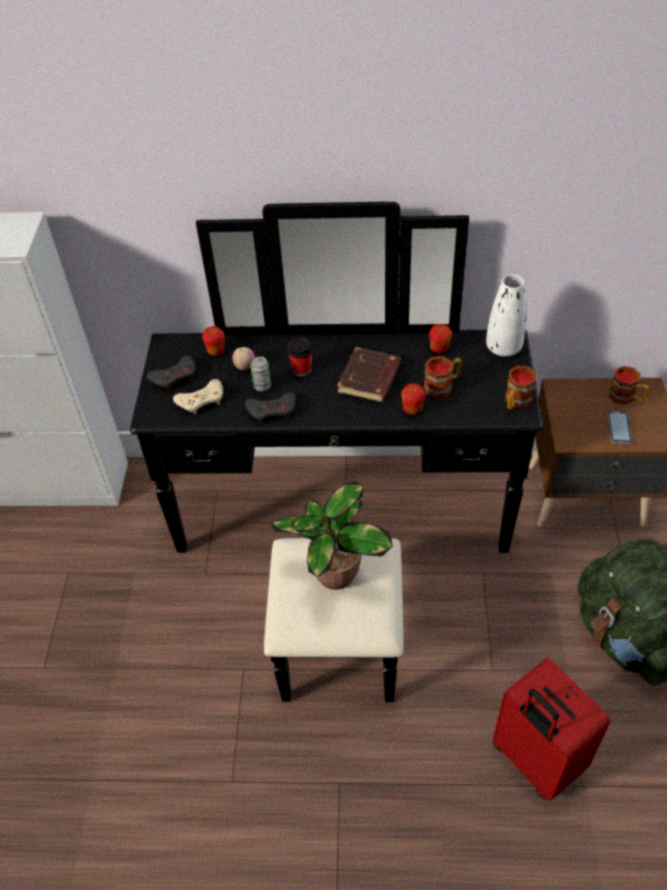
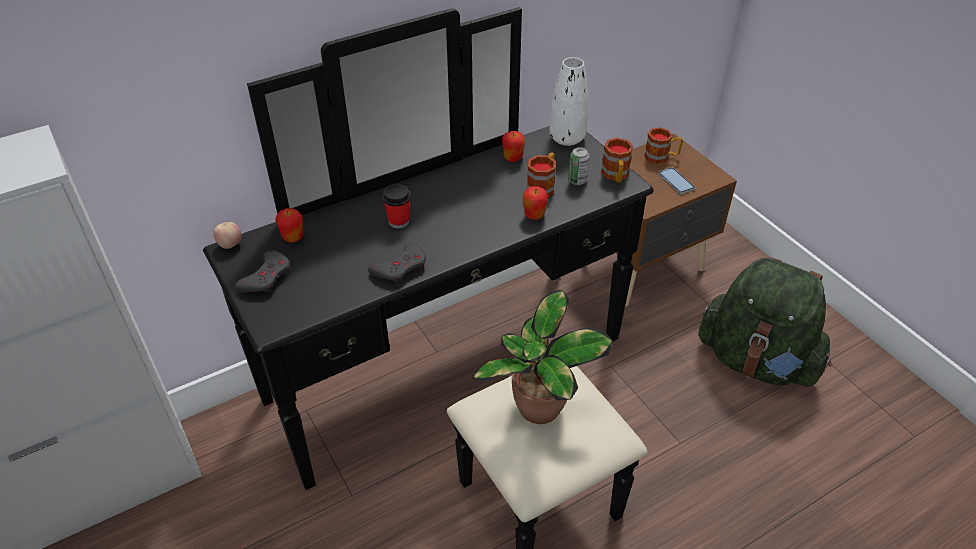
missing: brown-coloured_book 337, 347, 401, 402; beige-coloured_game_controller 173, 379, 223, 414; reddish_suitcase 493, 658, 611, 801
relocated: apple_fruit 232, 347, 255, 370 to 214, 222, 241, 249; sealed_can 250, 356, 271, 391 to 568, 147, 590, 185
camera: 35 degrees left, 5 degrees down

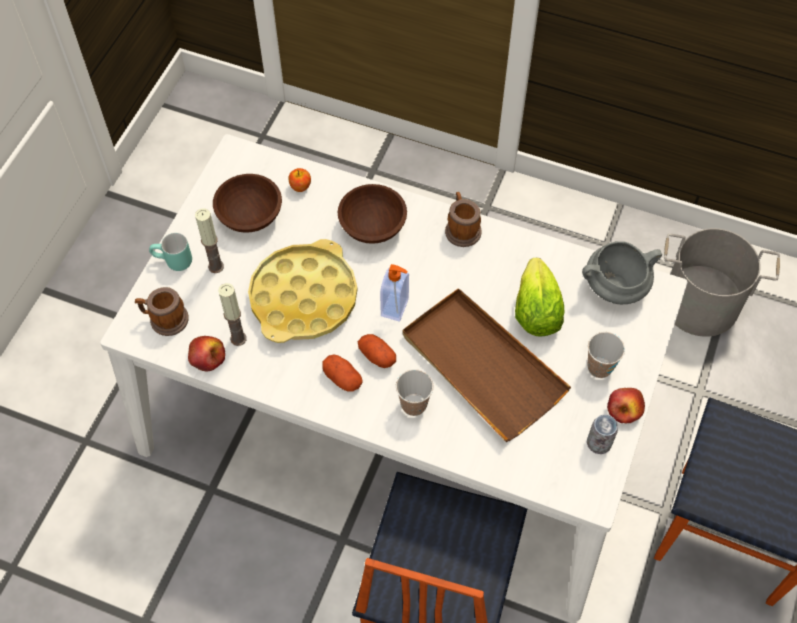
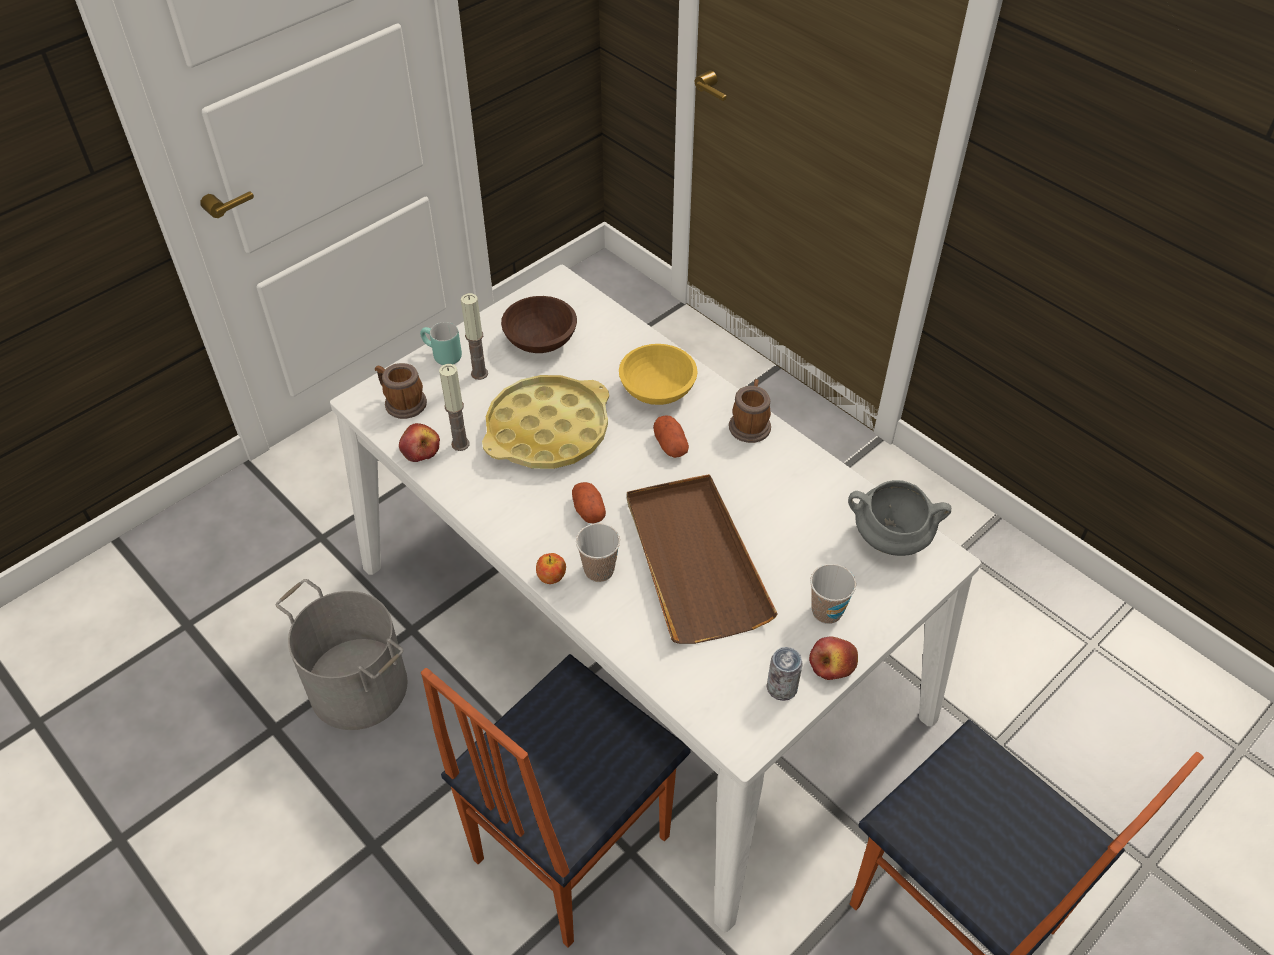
missing: lettuce_head 515, 258, 564, 336; soap_bottle 380, 264, 409, 322
relocated: apple_fruit 288, 168, 311, 192 to 536, 553, 566, 584; greyish_pail 664, 228, 780, 337 to 275, 579, 408, 730; potato 323, 354, 363, 392 to 653, 415, 689, 458
colour: brown-coloured_serving_bowl 338, 184, 407, 244 to yellowish_serving_bowl 619, 344, 698, 405
camera: 25 degrees right, 10 degrees down

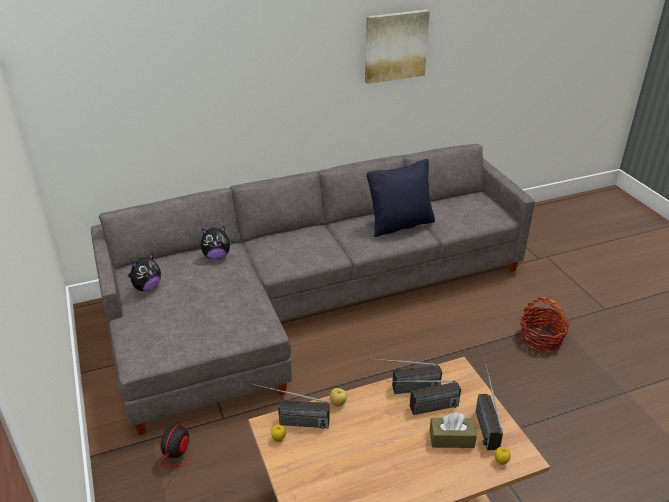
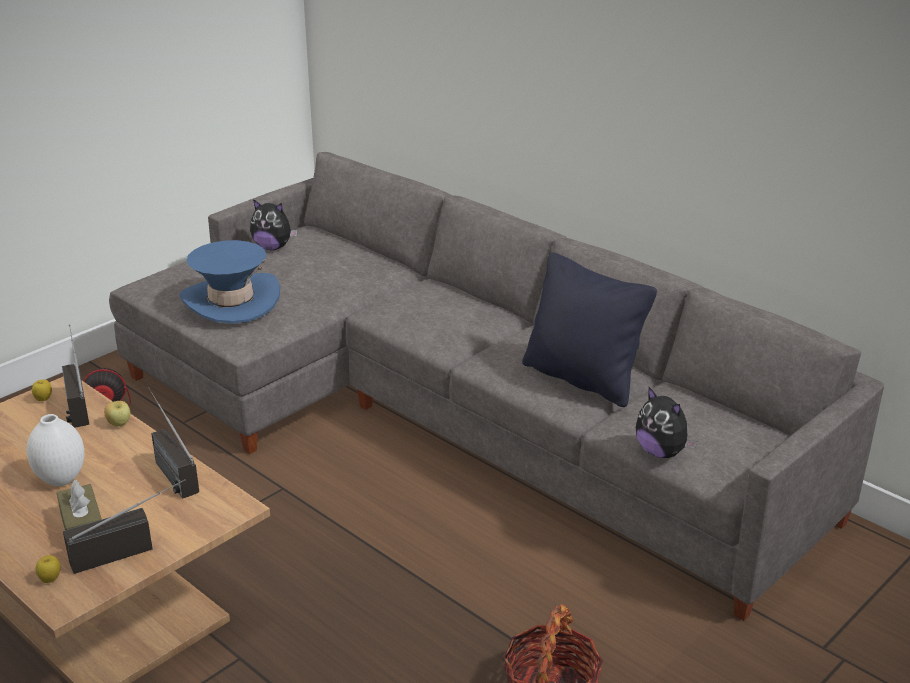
missing: wall_art 365, 10, 430, 84; radio 387, 380, 461, 415
appeared: blue-coloured_clothing_hat 180, 240, 280, 324; white_decorative_vase 26, 414, 85, 486
relocated: cuddly_toy 201, 226, 232, 260 to 636, 387, 697, 458
camera: 65 degrees right, 5 degrees down

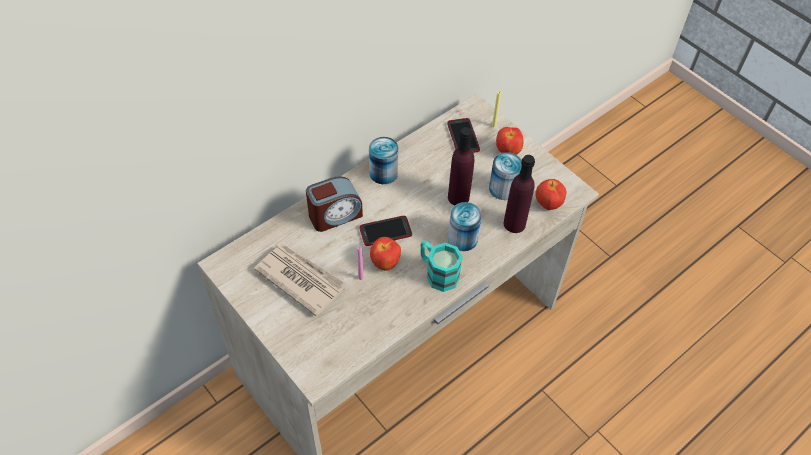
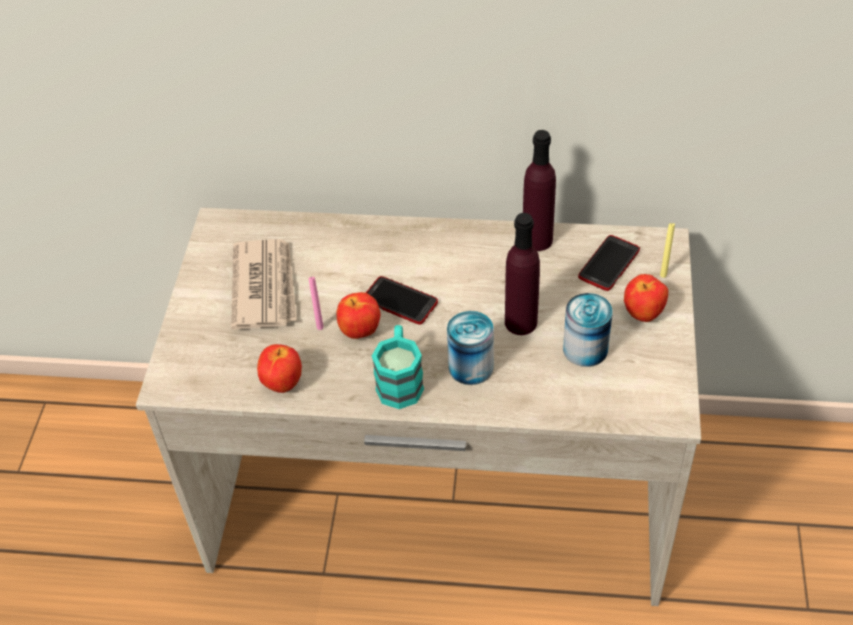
missing: sealed_can 369, 137, 399, 184; table_clock 306, 176, 363, 232
relocated: purplish_bottle 504, 155, 535, 233 to 523, 130, 556, 251; apple_fruit 535, 179, 566, 210 to 257, 344, 302, 393
camera: 50 degrees right, 5 degrees down

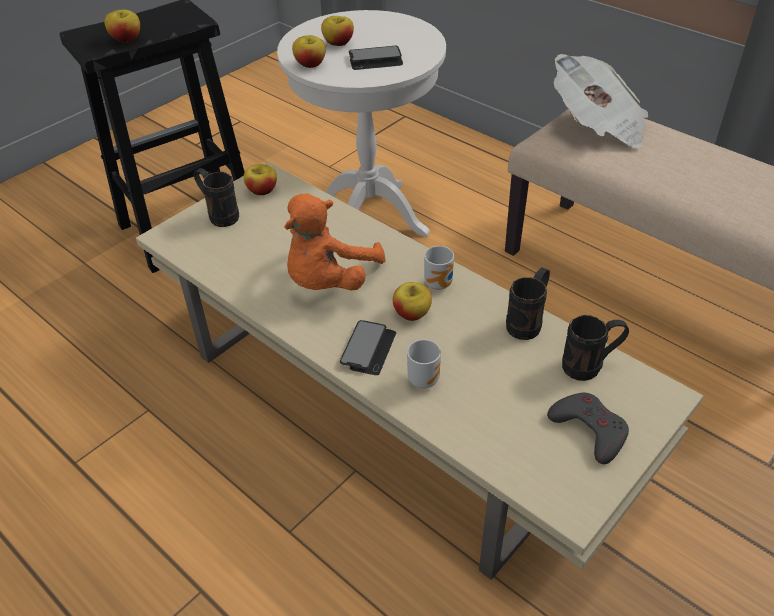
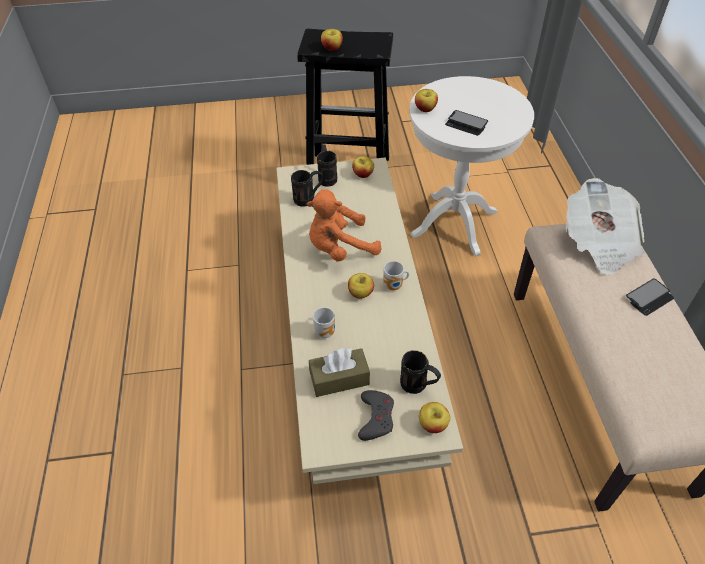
appeared: brown-coloured_box_of_tissues 309, 348, 370, 397
relocated: apple_fruit 321, 16, 354, 46 to 419, 402, 450, 433; blackish_mug 506, 268, 550, 340 to 291, 170, 324, 207; handset 339, 320, 396, 375 to 626, 279, 674, 316
camera: 40 degrees right, 5 degrees up

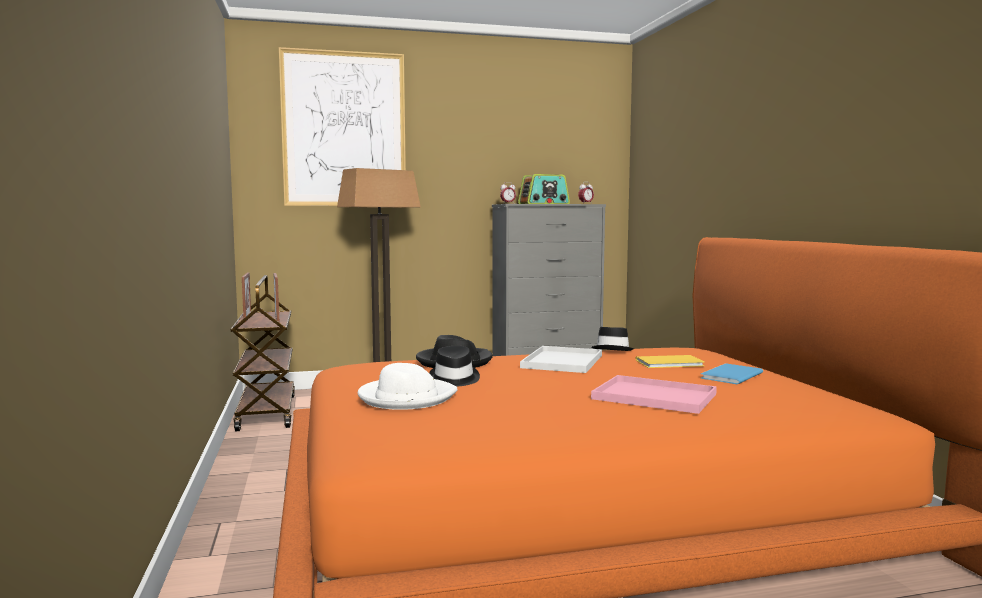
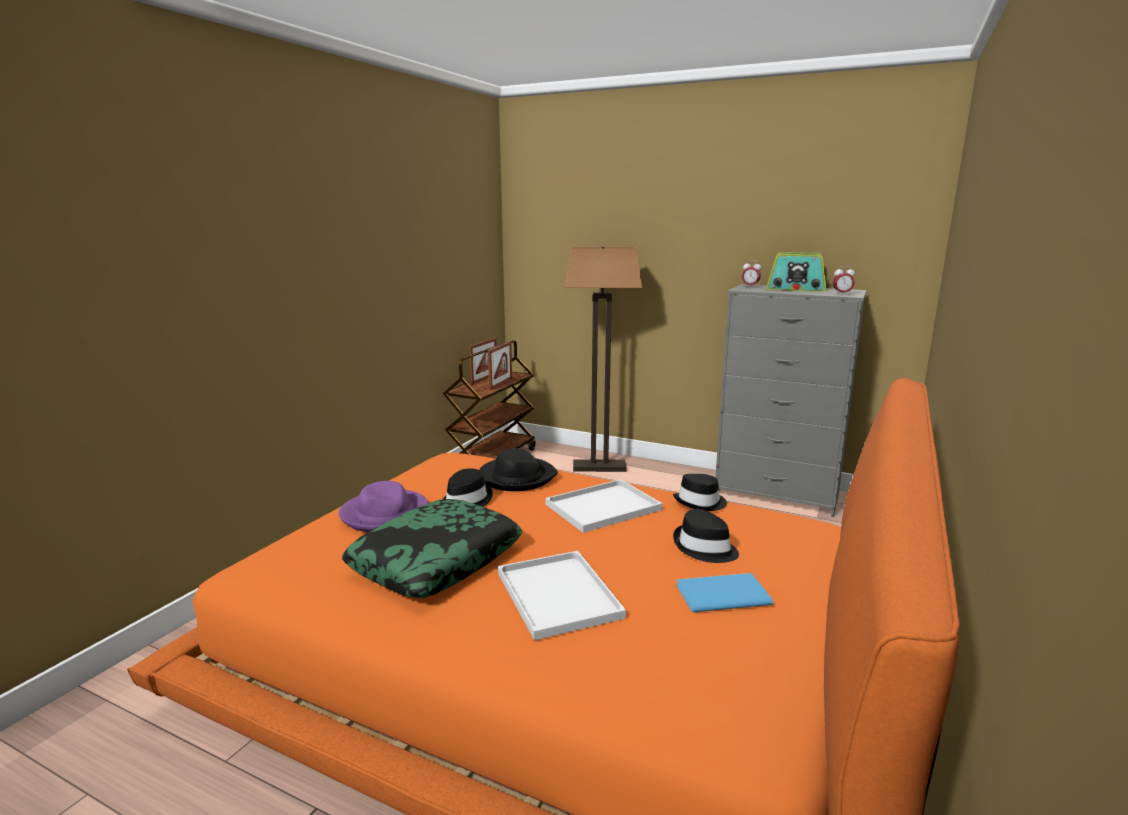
missing: wall_art 279, 47, 406, 206
appeared: cushion 342, 499, 522, 598
exchanged: yellowish_book 636, 355, 705, 368 to blackish_clothing_hat 673, 509, 739, 563
colour: white_clothing_hat 358, 363, 458, 410 to purplish_clothing_hat 339, 481, 428, 532; pink-coloured_tray 591, 375, 717, 414 to white_tray 498, 551, 626, 640
camera: 40 degrees right, 10 degrees up

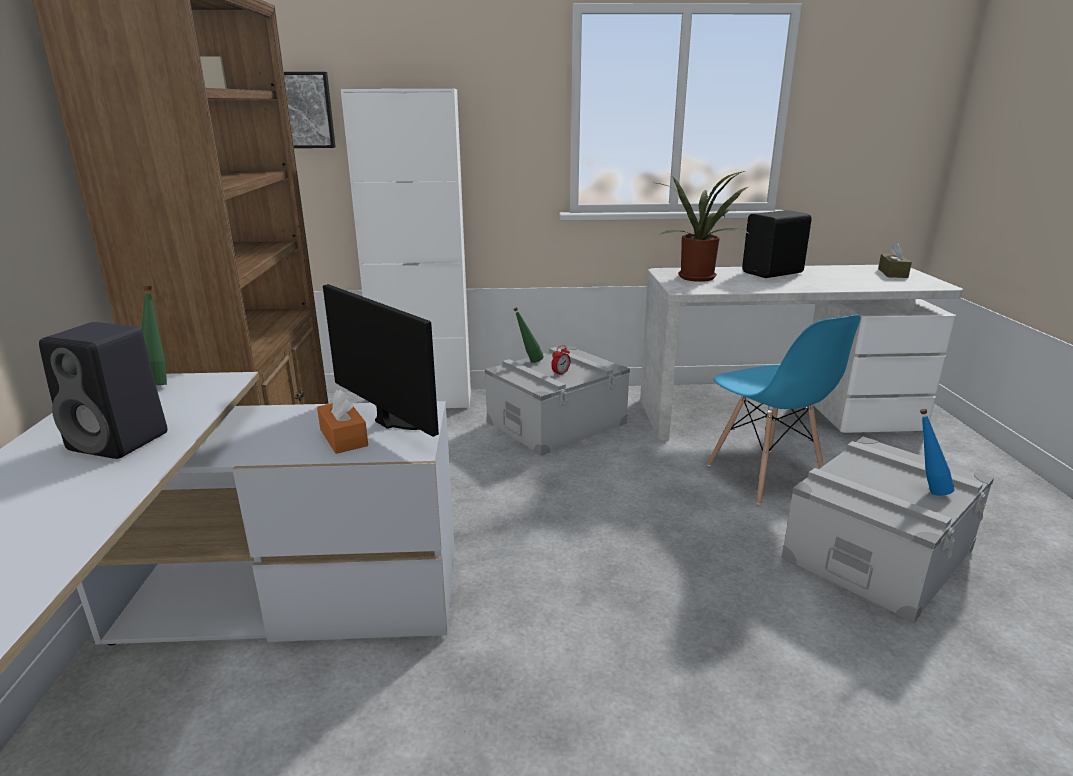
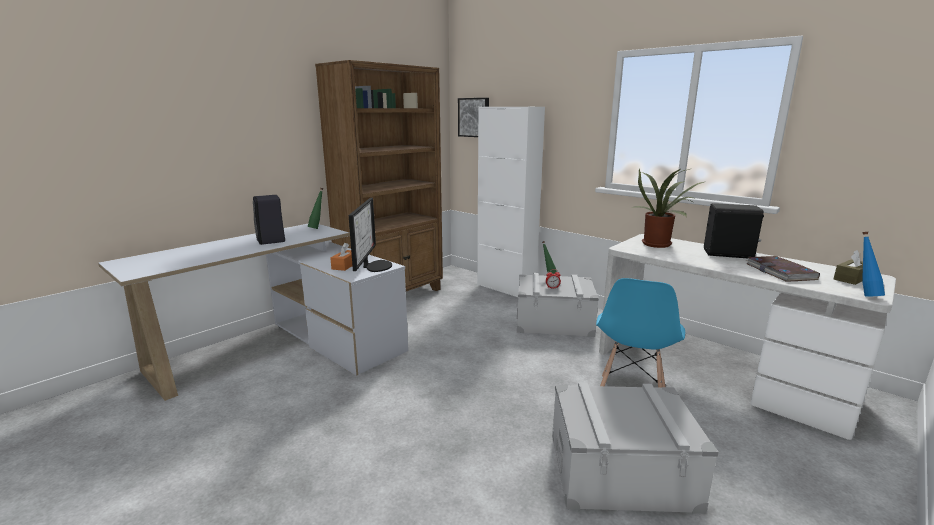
appeared: book 746, 256, 820, 282
relocated: blue-coloured_bottle 920, 409, 954, 496 to 862, 232, 885, 296
camera: 45 degrees right, 5 degrees down

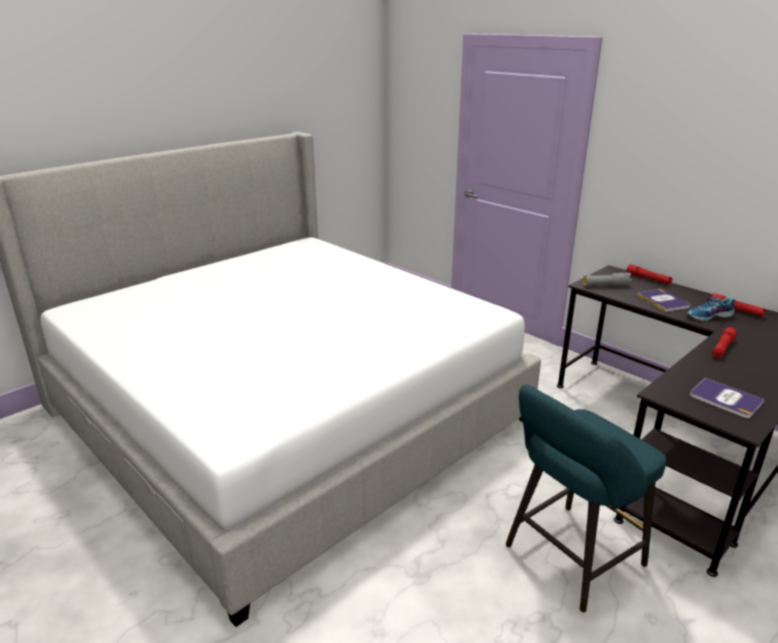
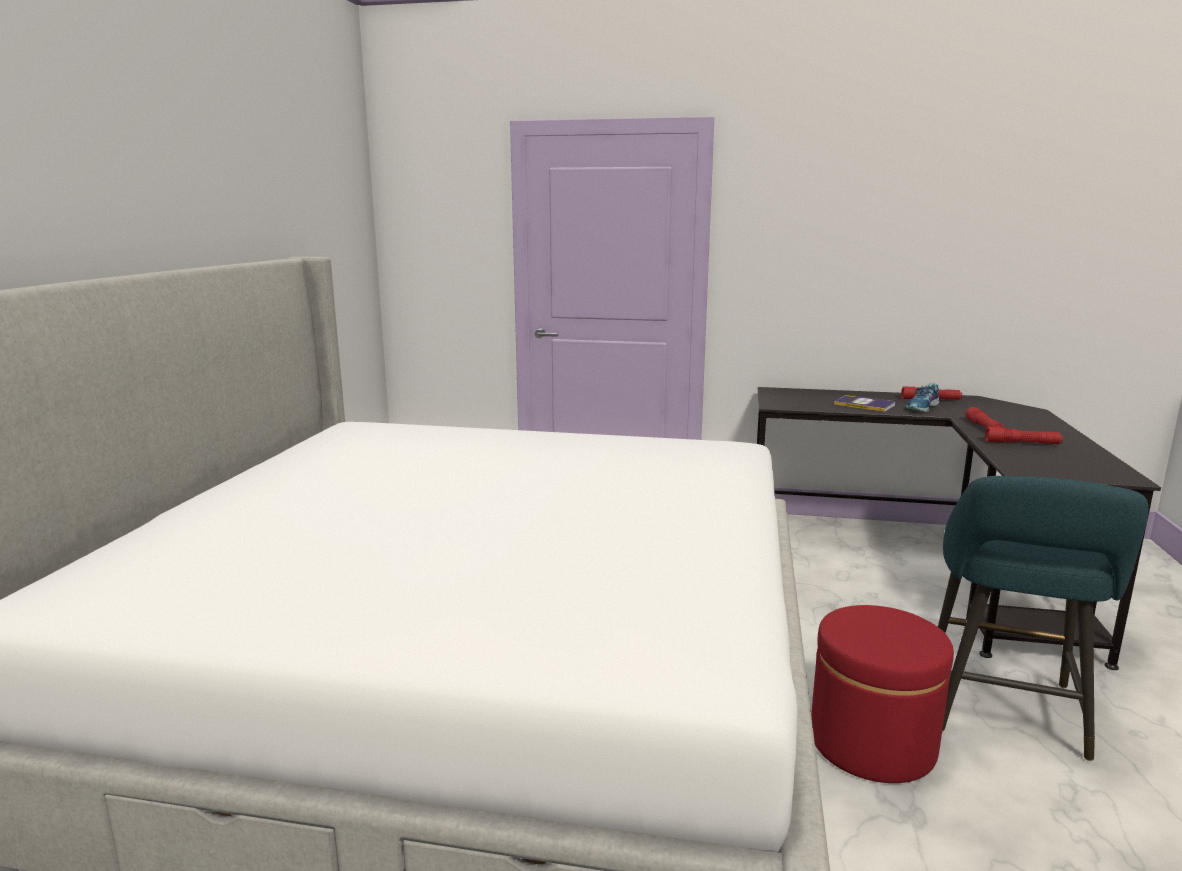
missing: greyish_hand_torch 583, 272, 632, 286; book 690, 378, 765, 418
appeared: reddish_ottoman 811, 605, 954, 783
relocated: reddish_hand_torch 626, 264, 673, 285 to 985, 427, 1063, 444
camera: 35 degrees left, 10 degrees down

